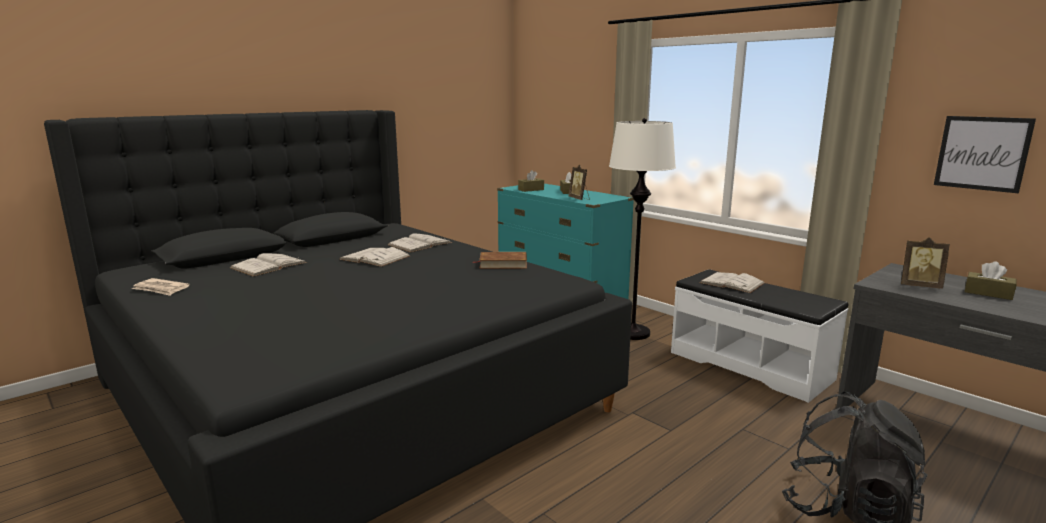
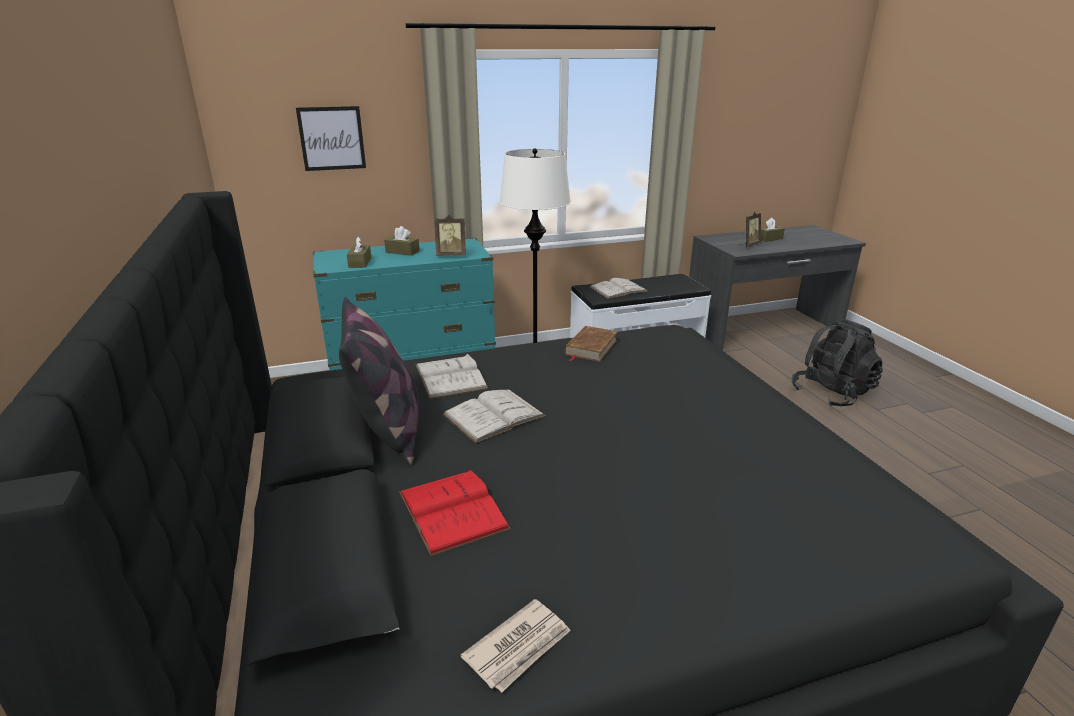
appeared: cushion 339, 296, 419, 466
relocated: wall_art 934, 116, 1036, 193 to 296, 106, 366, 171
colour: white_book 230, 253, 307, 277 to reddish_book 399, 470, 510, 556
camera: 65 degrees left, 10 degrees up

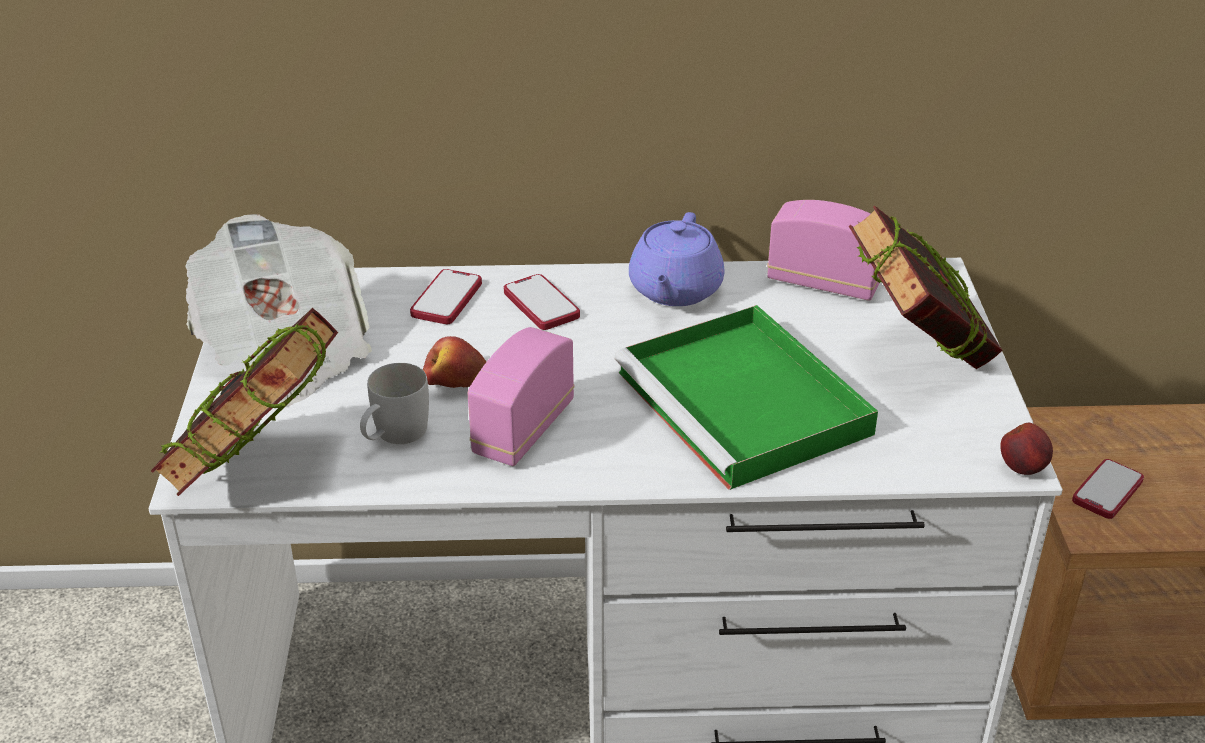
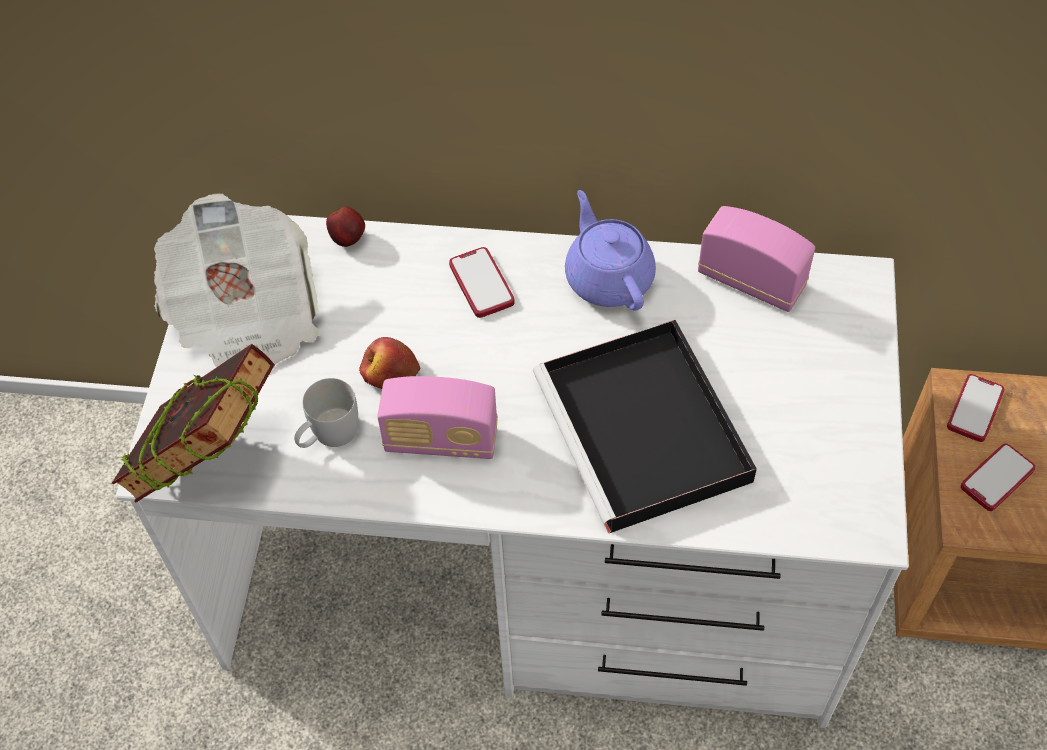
missing: book 849, 206, 1002, 369
relocated: handset 410, 269, 482, 324 to 947, 374, 1004, 442; apple_fruit 1000, 423, 1053, 475 to 326, 206, 365, 247
colour: greenish_tray 614, 305, 878, 490 to blackish_tray 533, 320, 757, 534
spun: purplish_tea_pot 629, 212, 725, 306 = 565, 190, 656, 310 135 degrees clockwise; radio 467, 327, 574, 466 = 377, 376, 498, 459 120 degrees counterclockwise
camera: 10 degrees right, 20 degrees up

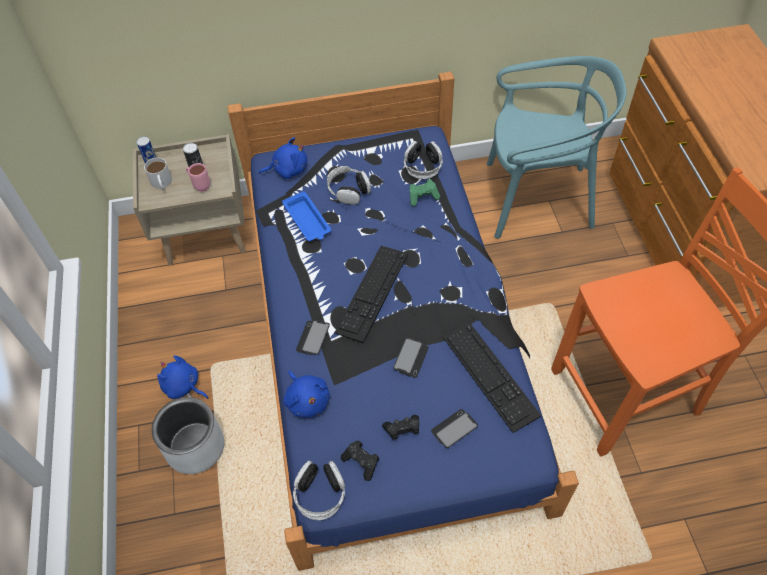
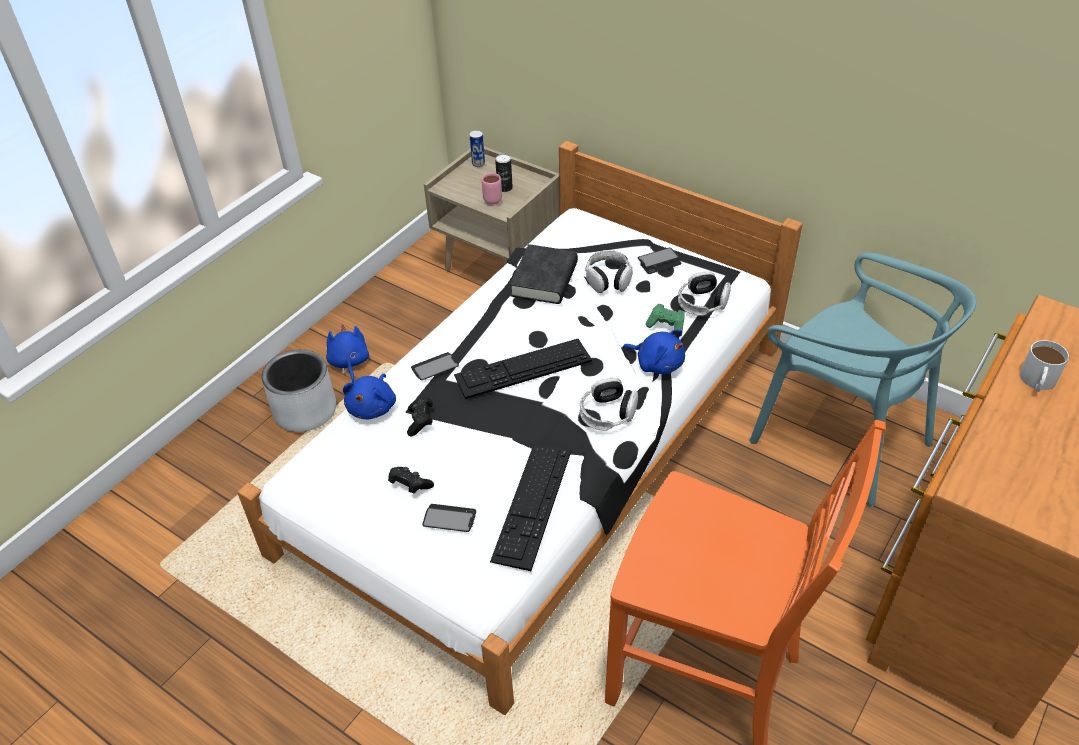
relocated: blue-coloured_cuddly_toy 259, 137, 307, 179 to 623, 330, 685, 374; white_mug 144, 158, 172, 190 to 1020, 340, 1069, 392; handset 393, 338, 429, 378 to 638, 248, 682, 274; blackish_game_controller 341, 441, 379, 481 to 407, 397, 433, 436; headphones 293, 461, 345, 520 to 580, 378, 638, 430
exchanged: blue-coloured_tray 282, 191, 331, 241 to blackish_book 510, 244, 578, 304
colour: blue-coloured_bedroom_bed 228, 72, 579, 571 to white_bedroom_bed 237, 141, 803, 715
camera: 45 degrees right, 10 degrees down

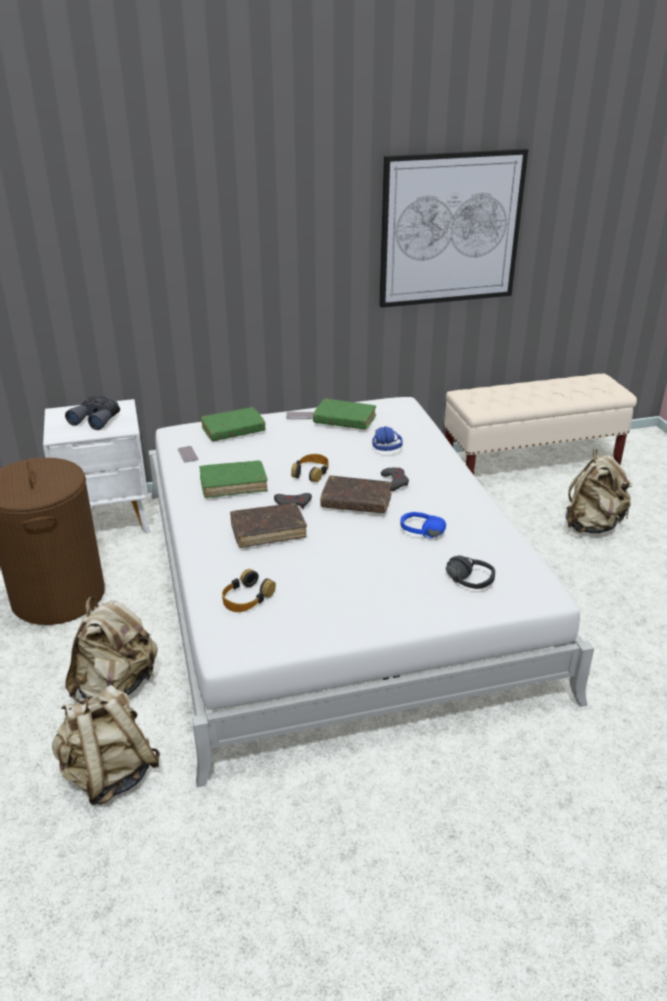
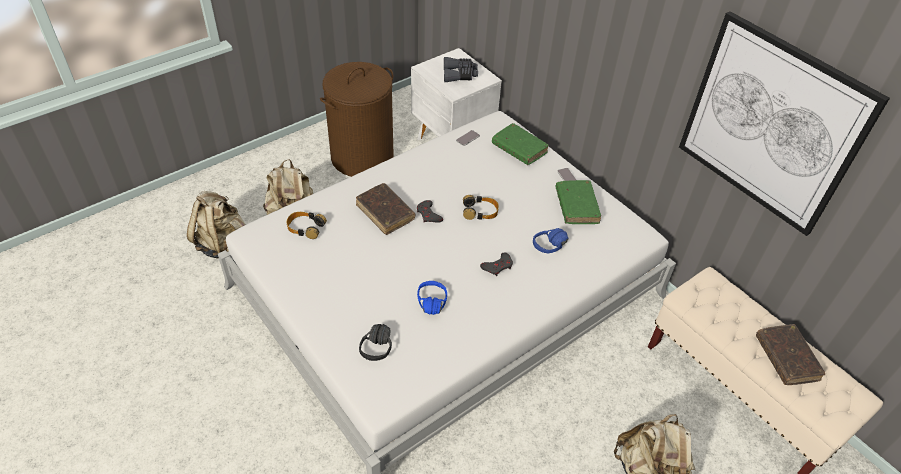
missing: greenish_book 199, 460, 268, 498
relocated: brown-coloured_book 320, 476, 392, 513 to 756, 324, 825, 385
camera: 65 degrees right, 15 degrees up

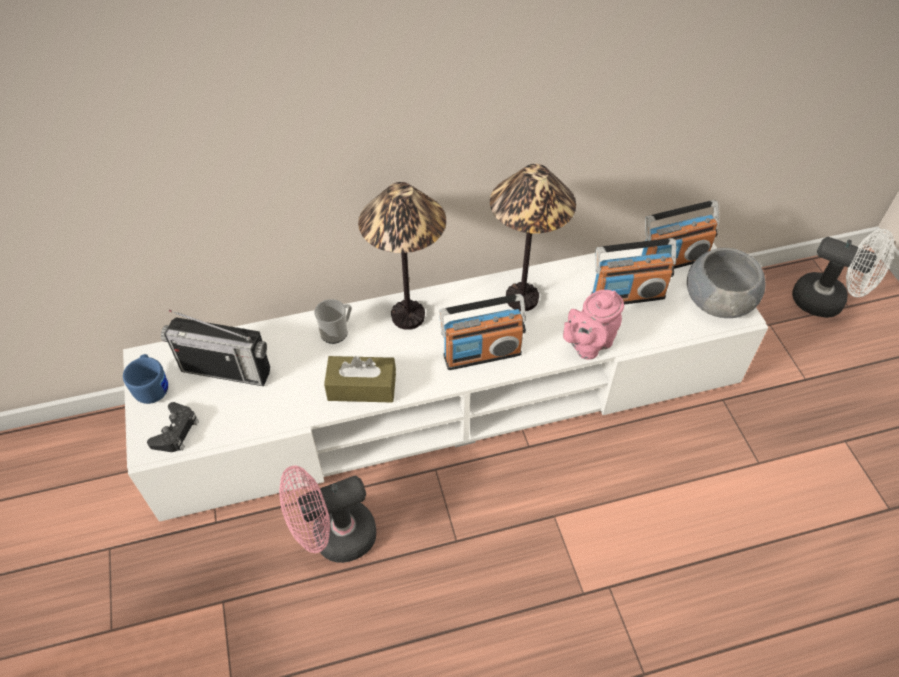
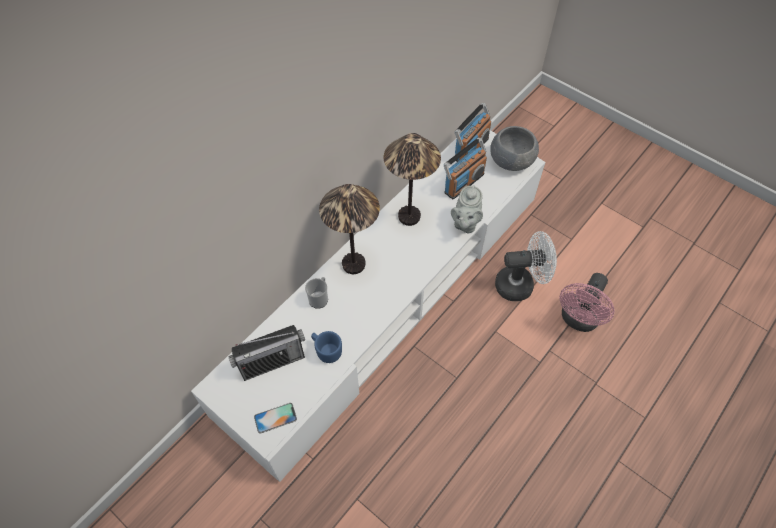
missing: radio 439, 294, 526, 370; brown-coloured_box_of_tissues 324, 356, 396, 403
relocated: white_electric_fan 792, 229, 894, 318 to 495, 231, 557, 301; blue-coloured_mug 123, 354, 168, 404 to 311, 331, 342, 363; pink-coloured_electric_fan 279, 465, 376, 563 to 559, 273, 614, 332
exchanged: blackish_game_controller 147, 402, 199, 452 to handset 254, 403, 297, 434
colour: pink-coloured_tea_pot 563, 290, 624, 360 to greyish_tea_pot 451, 185, 483, 233
camera: 35 degrees left, 5 degrees up

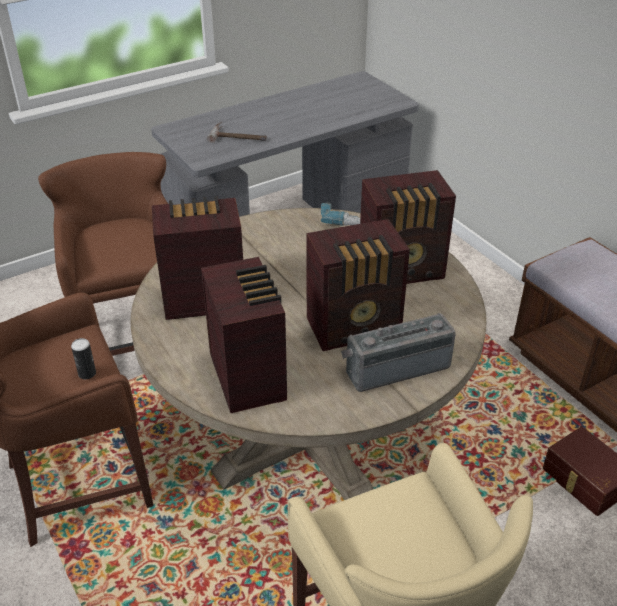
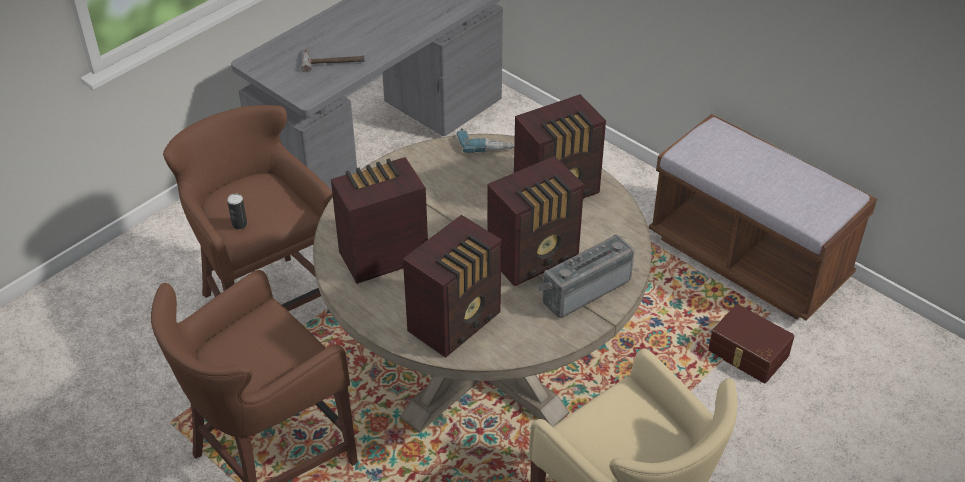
relocated: sealed_can 71, 338, 96, 379 to 227, 194, 247, 229
spun: radio 201, 257, 287, 413 = 403, 215, 502, 358 75 degrees clockwise
camera: 15 degrees left, 5 degrees up

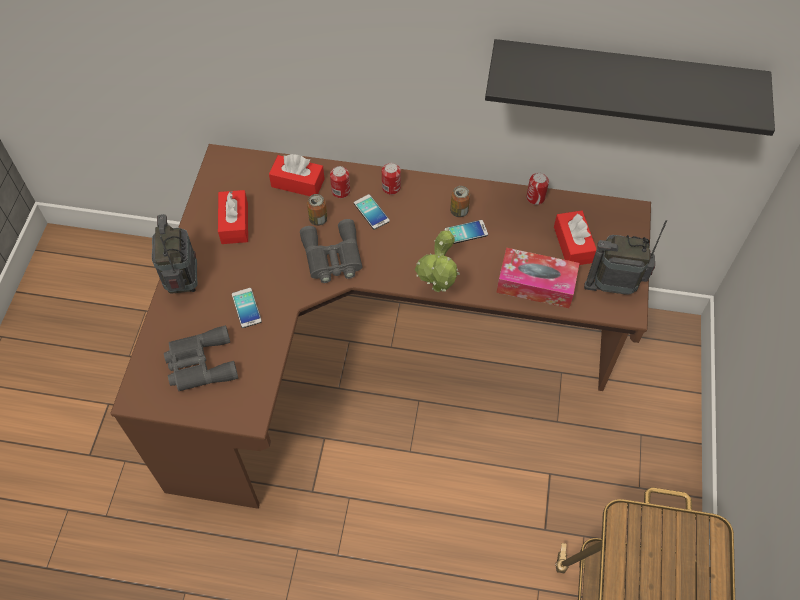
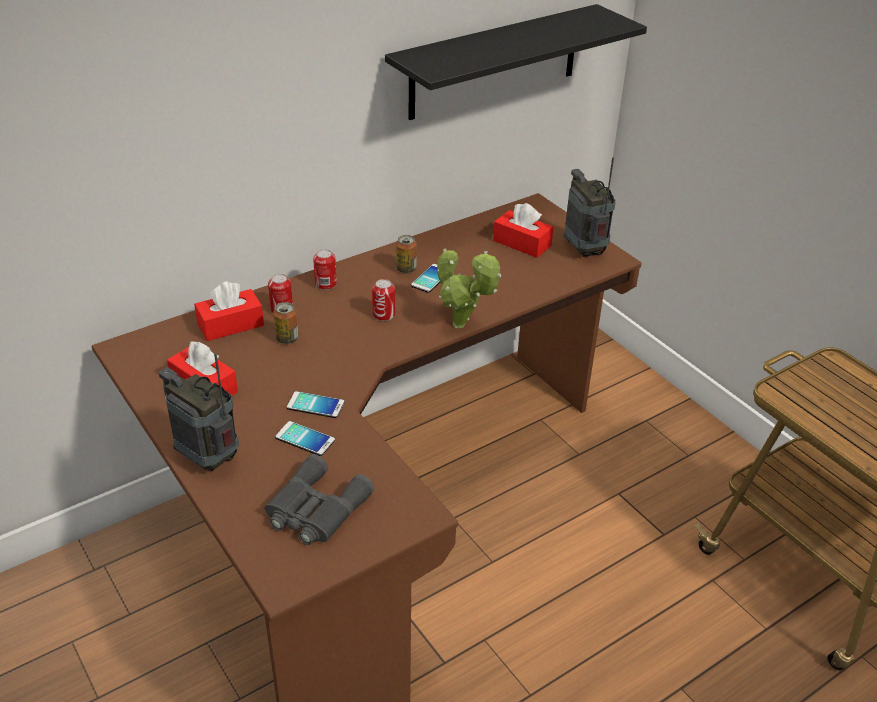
missing: greyish_pair_of_binoculars 300, 219, 363, 283; box_of_tissues 496, 248, 579, 308
relocated: sealed_can 526, 173, 549, 205 to 372, 279, 395, 321; handset 354, 194, 390, 230 to 287, 391, 344, 418
spun: radio 584, 220, 667, 295 = 564, 158, 616, 257 105 degrees clockwise
camera: 45 degrees left, 20 degrees down

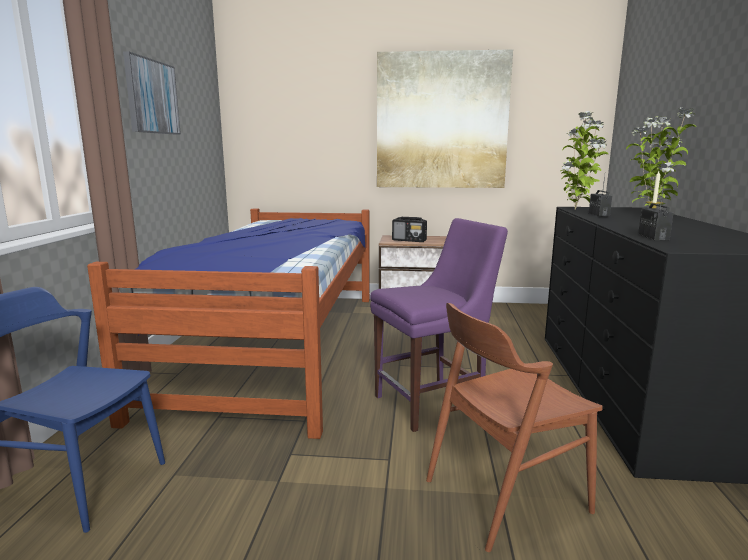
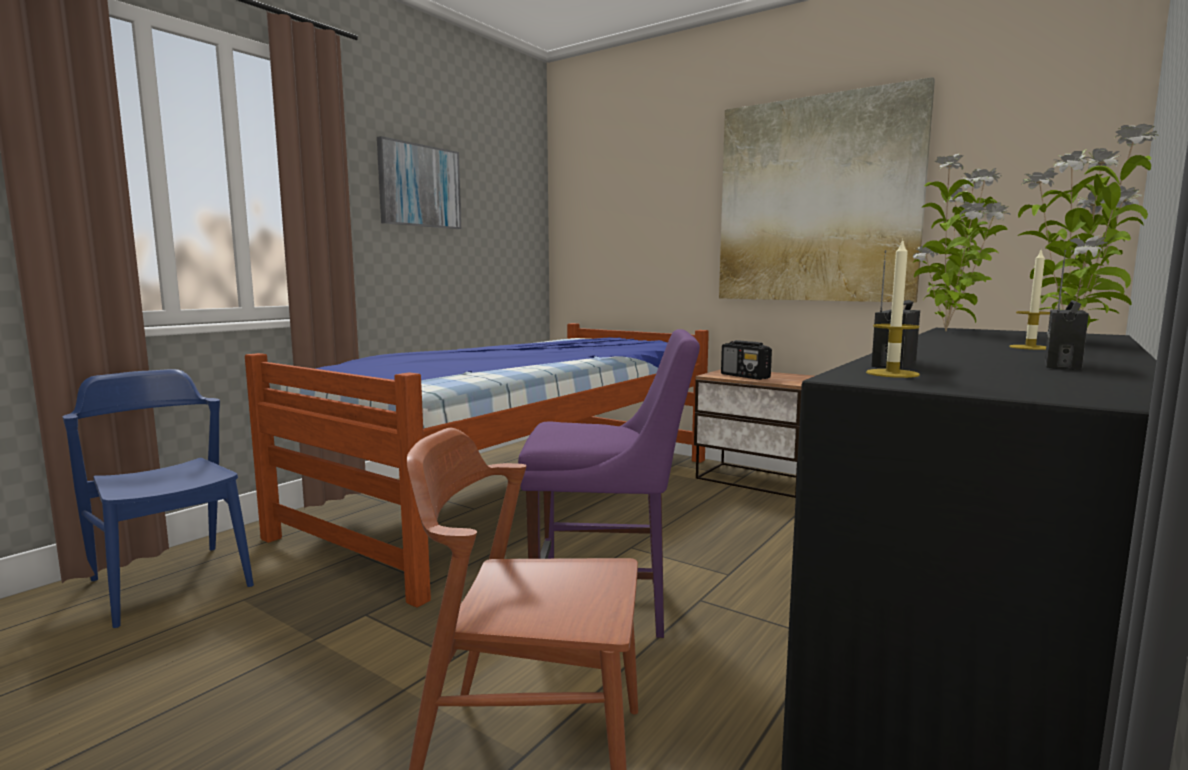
appeared: candle 866, 238, 920, 378
relocated: radio 589, 176, 612, 217 to 1045, 250, 1089, 370
camera: 30 degrees right, 5 degrees down

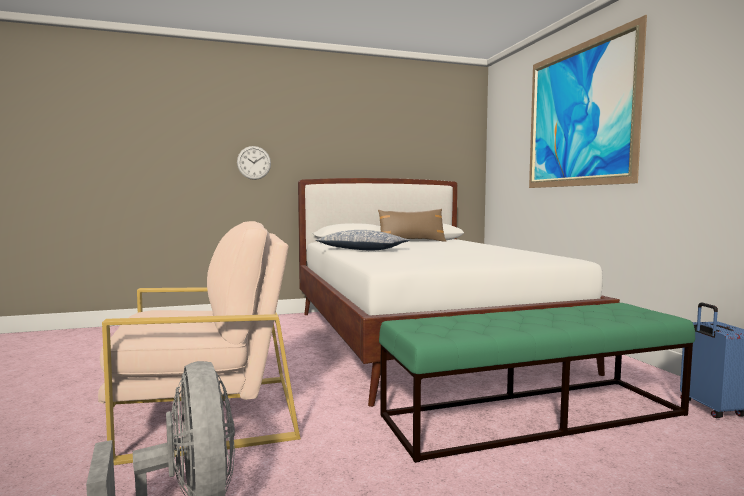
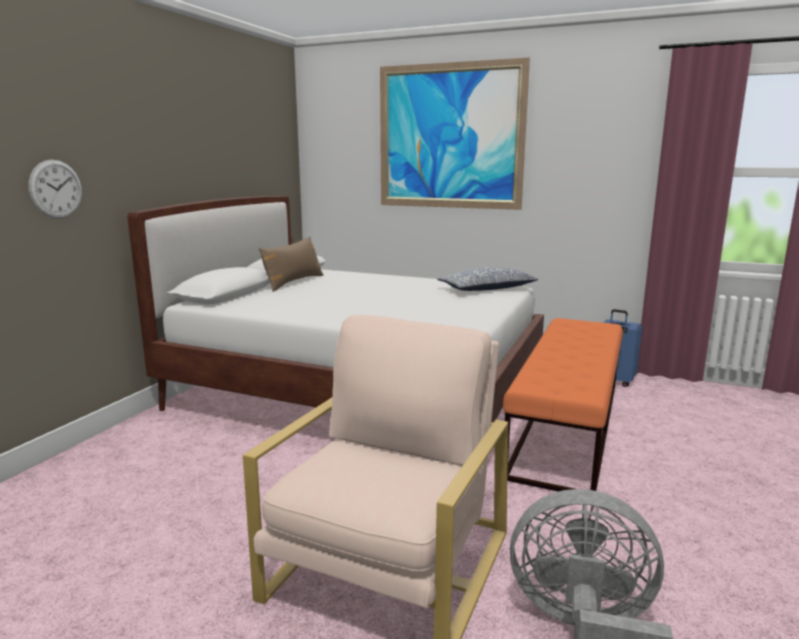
relocated: cushion 315, 230, 410, 250 to 437, 267, 538, 291
colour: greenish_long_seat 379, 303, 695, 463 to orange-coloured_long_seat 503, 318, 623, 492
camera: 50 degrees left, 10 degrees up

